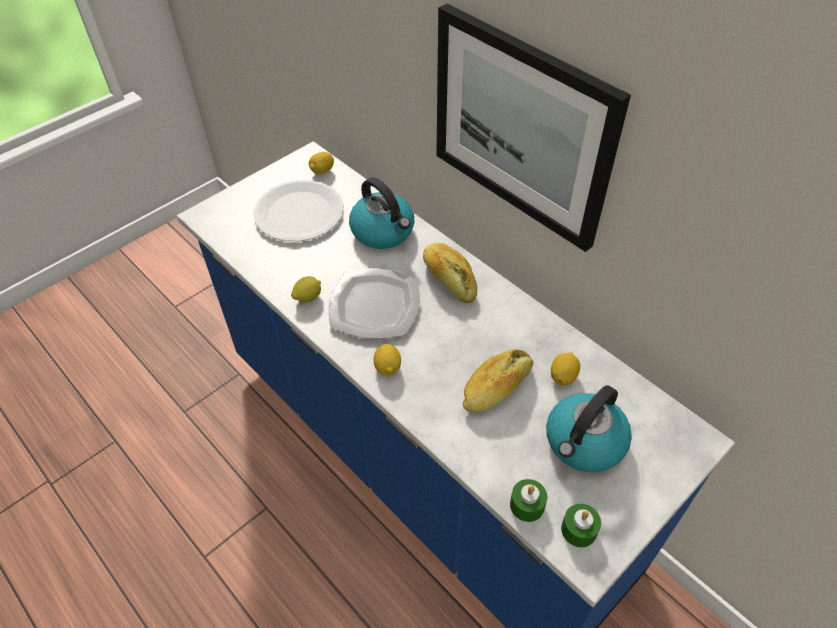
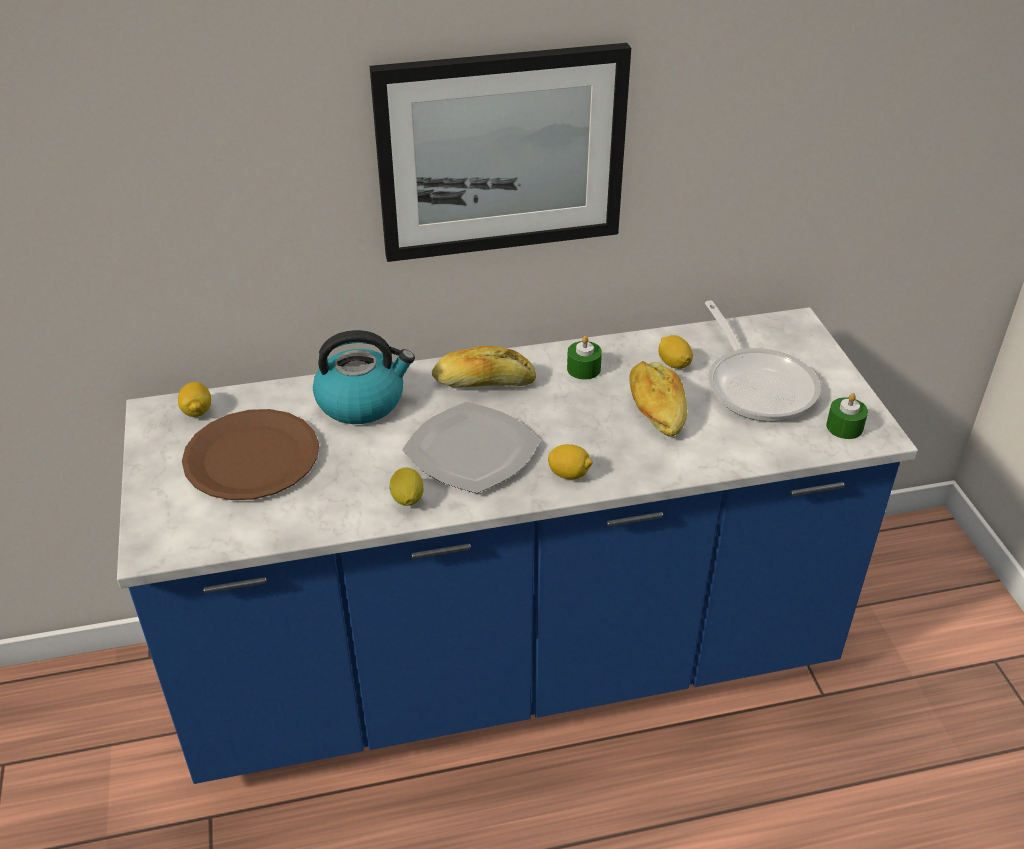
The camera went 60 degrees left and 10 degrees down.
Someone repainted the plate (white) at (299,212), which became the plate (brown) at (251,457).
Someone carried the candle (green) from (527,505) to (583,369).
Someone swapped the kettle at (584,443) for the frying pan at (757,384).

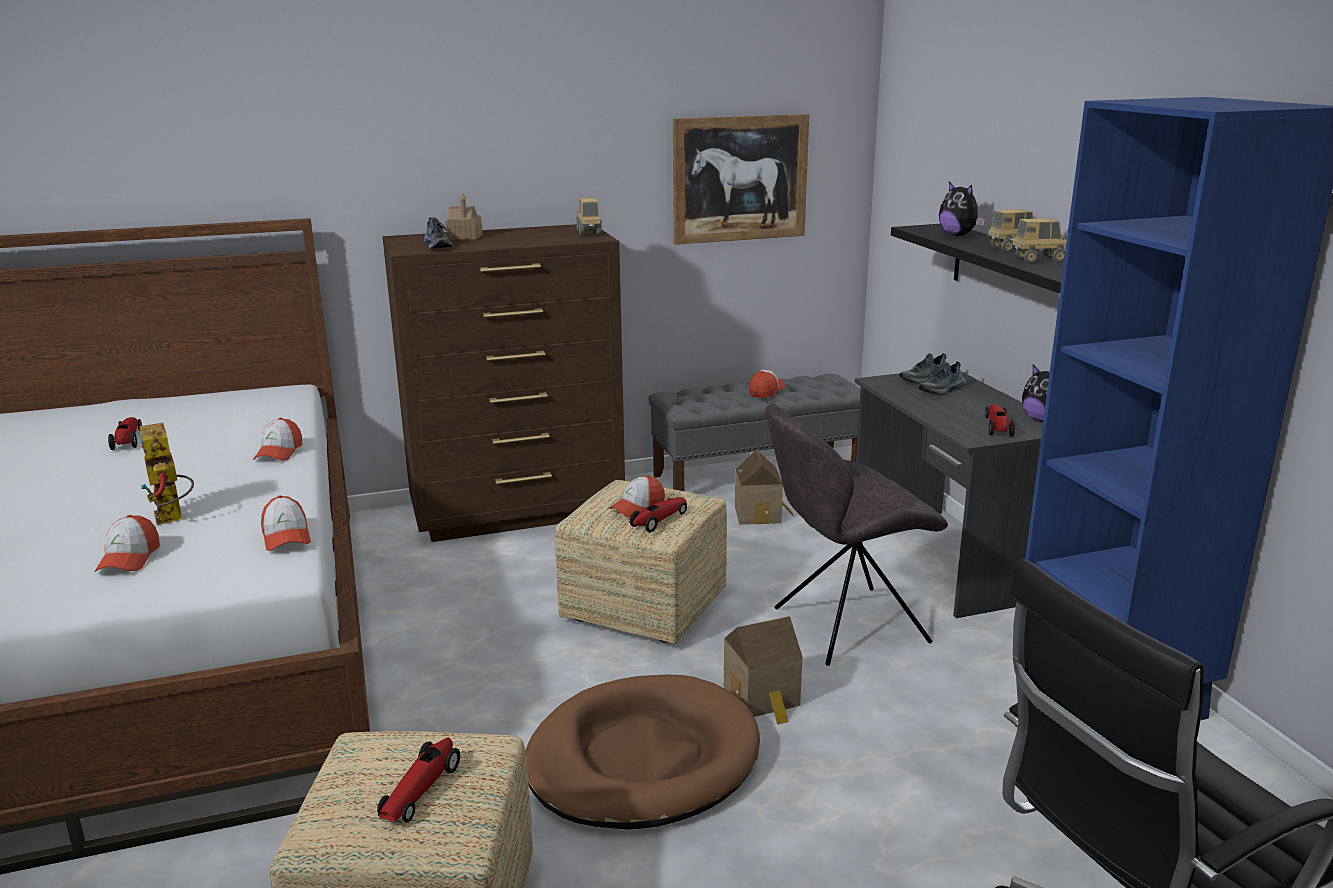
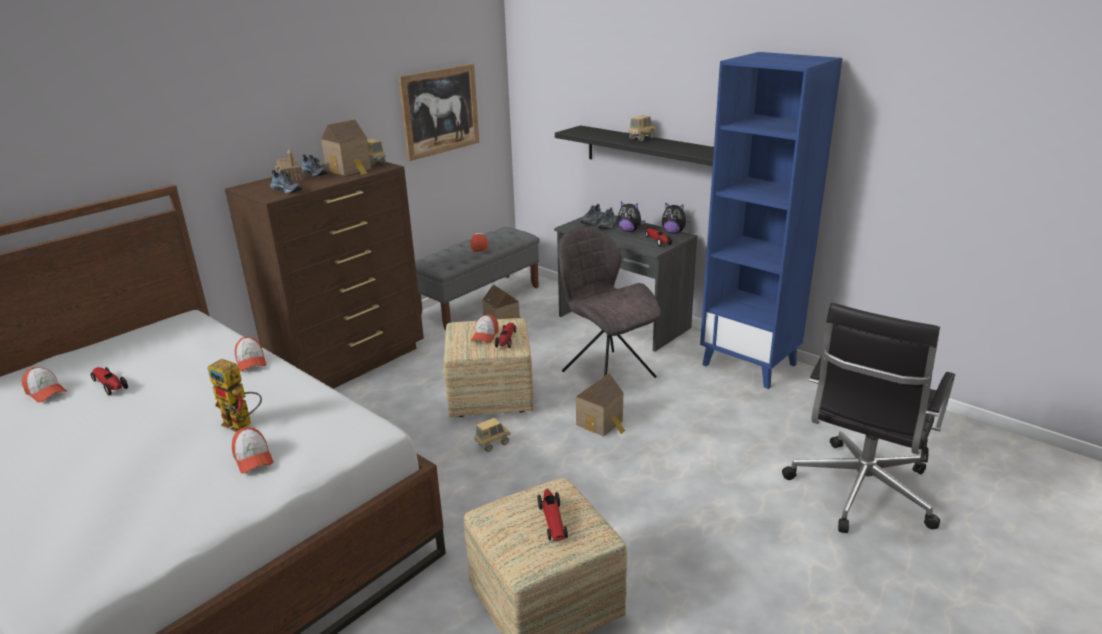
The camera went 30 degrees left and 5 degrees up.
Someone carried the cap from (286,537) to (45,392).
Someone took away the dog bed (brown) at (642,759).
Someone rotated the chair (grey) at (844,626) by 105 degrees clockwise.
Someone carried the plush toy from (958,235) to (629,231).
Someone carried the toy truck from (1039,260) to (493,444).
Someone put down the shoe at (315,174).
Someone put down the toy house at (350,170).

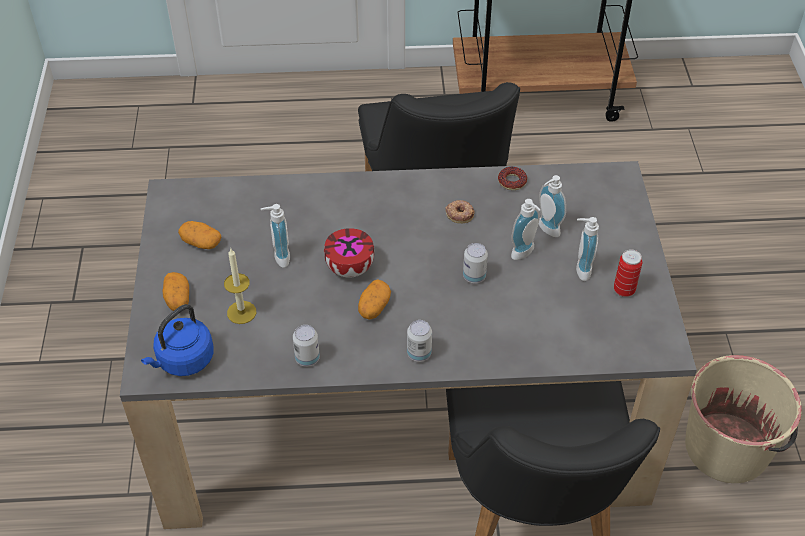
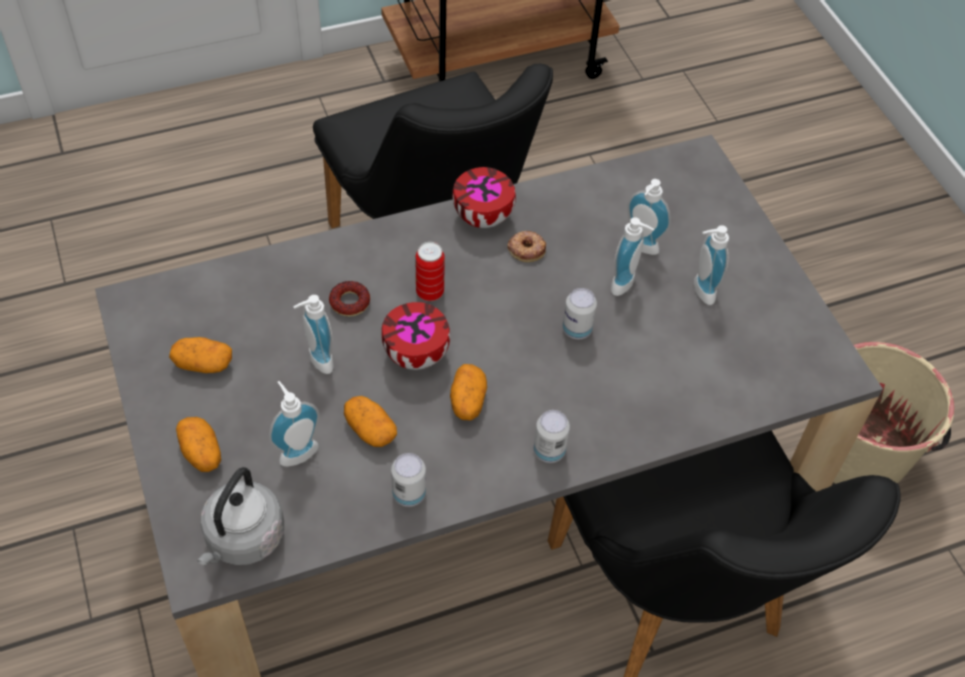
The camera went 20 degrees left and 5 degrees up.
Someone repainted the kettle (blue) at (183,361), which became the kettle (grey) at (243,539).
Someone swapped the candle at (241,312) for the soap dispenser at (296,450).
Someone carried the donut from (512,181) to (349,302).
Someone carried the can from (624,290) to (430,292).
Someone put down the potato at (370,430).
Someone put down the bowl at (482,218).

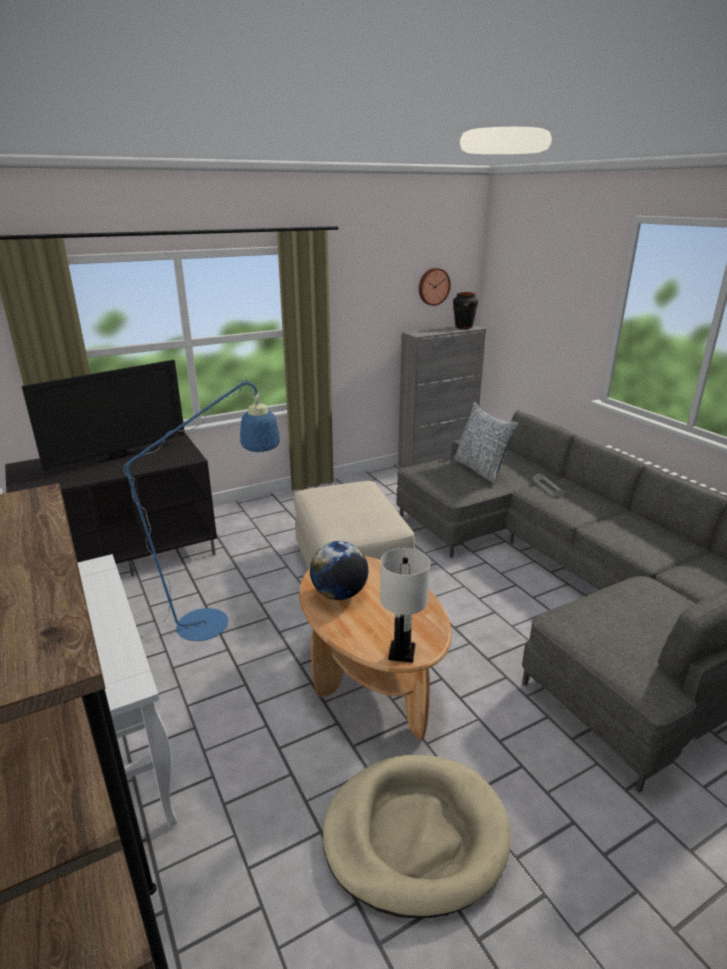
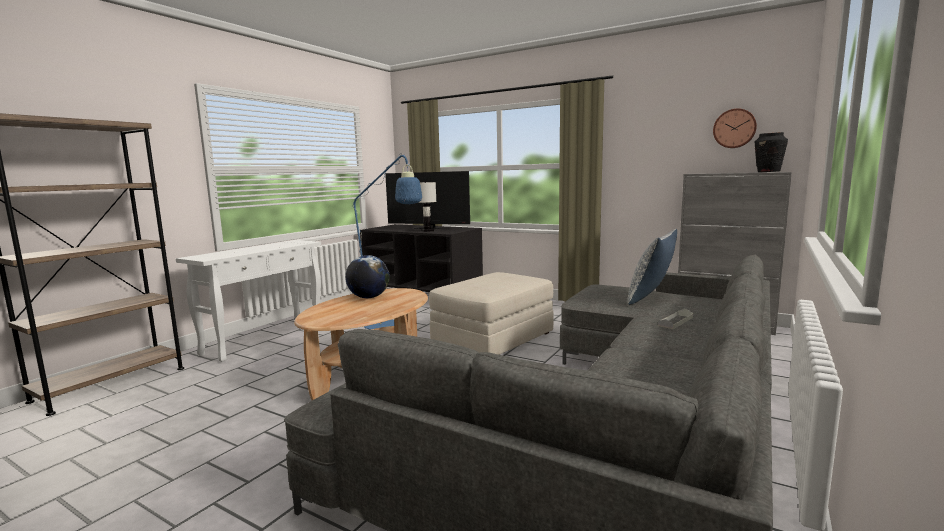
The camera went 60 degrees right and 15 degrees down.
Someone took away the dog bed (beige) at (415,835).
Someone carried the table lamp (white) from (401,653) to (427,230).

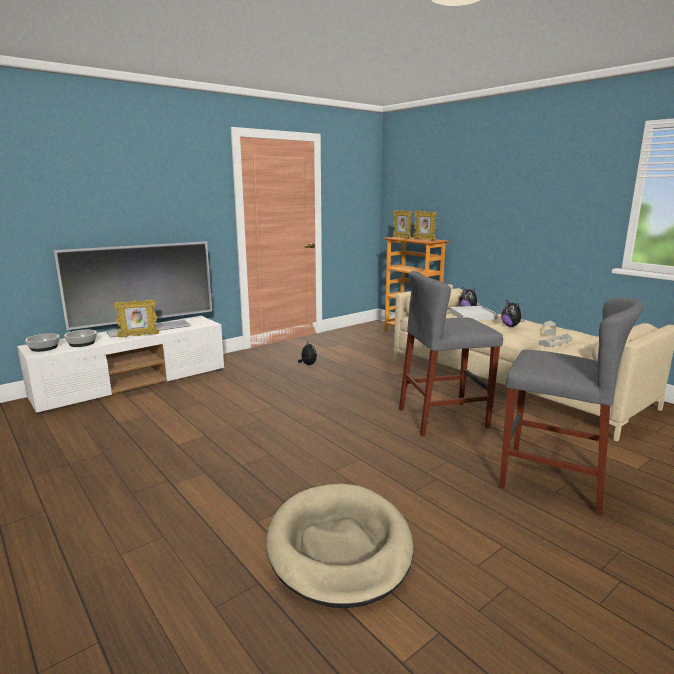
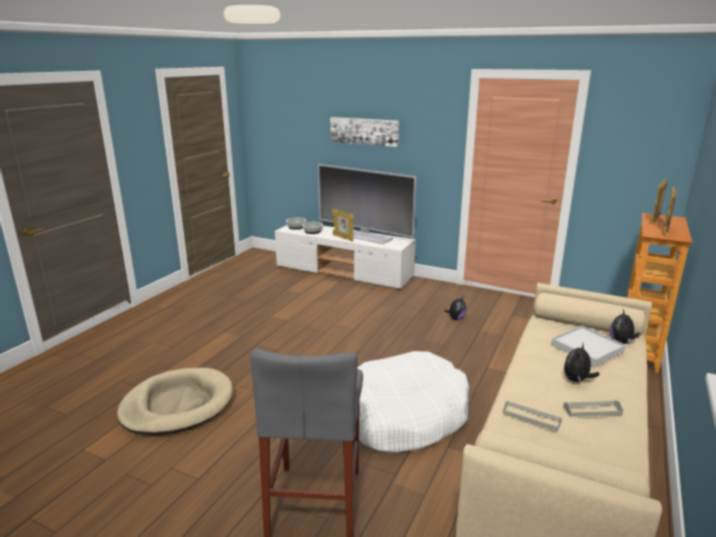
The camera went 65 degrees right and 5 degrees up.
Someone swapped the stool (grey) at (443,418) for the dog bed (white) at (403,415).
Someone put up the picture at (364,131).

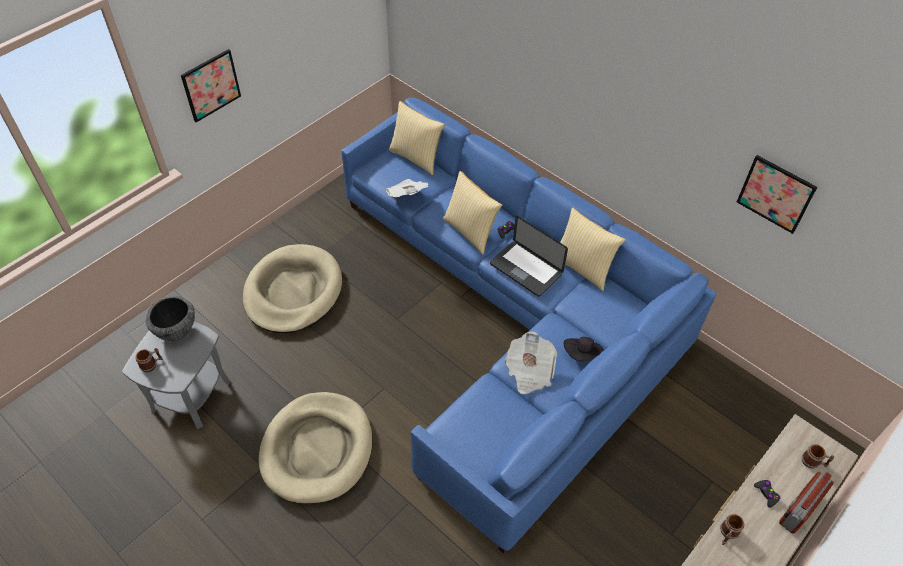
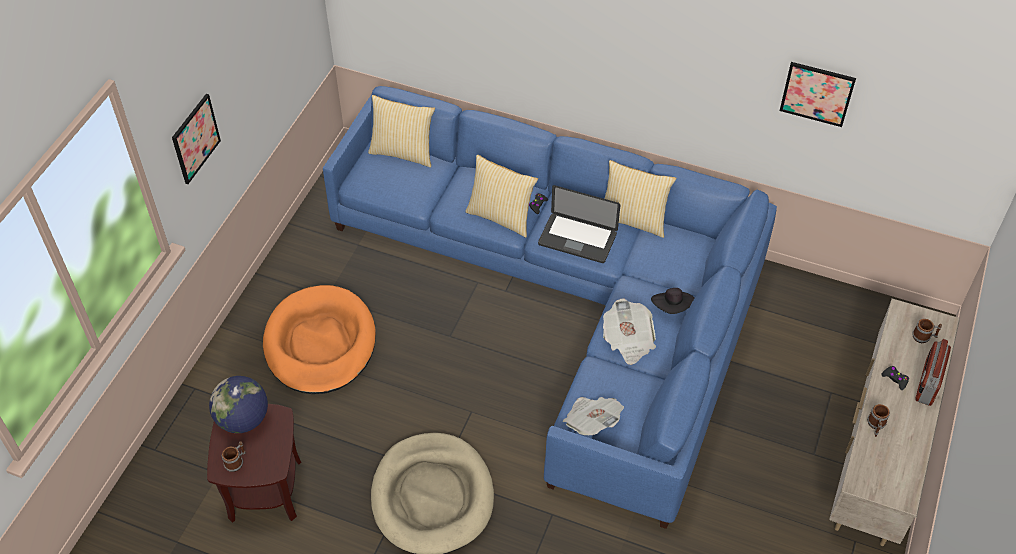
The camera went 20 degrees left and 0 degrees up.
Someone repainted the side table (grey) at (190,395), which became the side table (brown) at (264,489).
Someone swapped the bowl at (176,331) for the globe at (243,419).
Someone repainted the dog bed (beige) at (293,292), which became the dog bed (orange) at (320,343).
Someone carried the newspaper from (407,196) to (592,422).

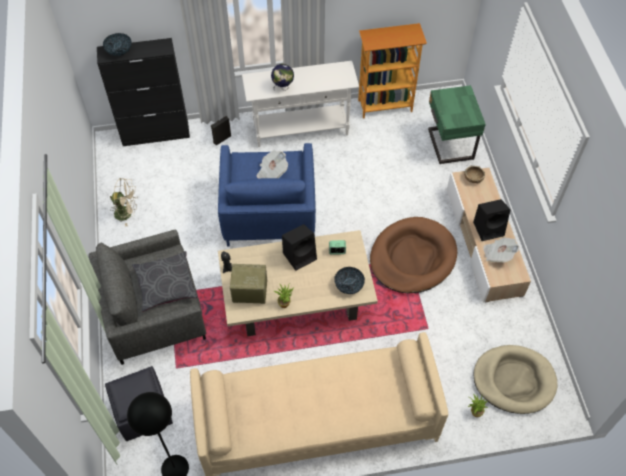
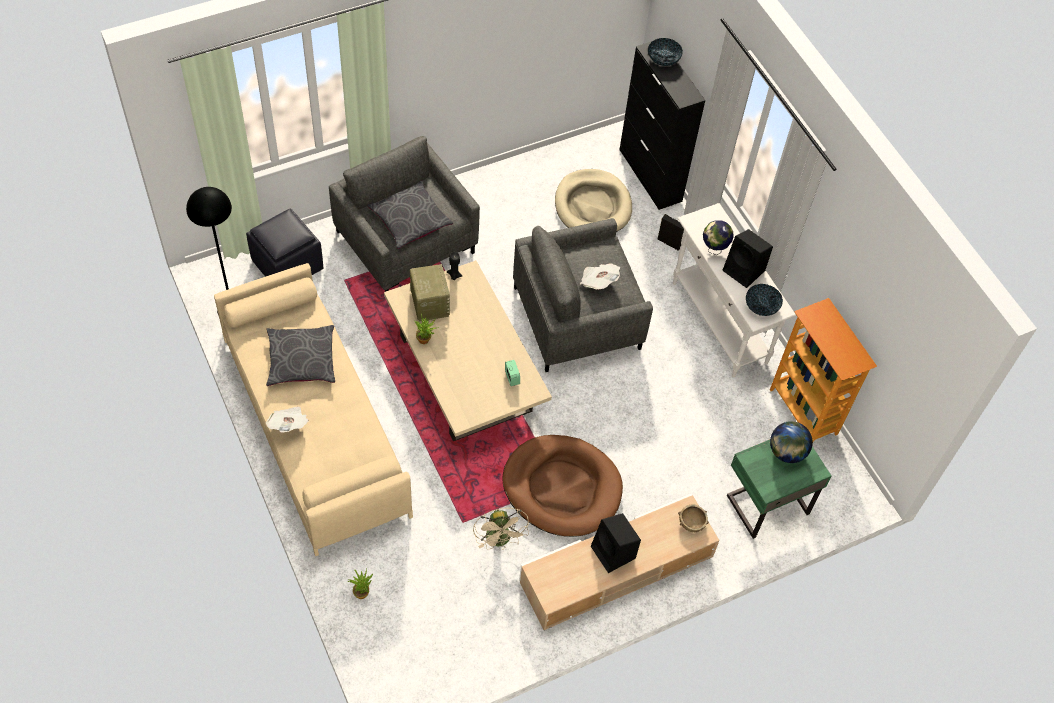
The camera went 70 degrees right and 0 degrees up.
Someone carried the fan (beige) from (127,213) to (500,540).
Someone repainted the armchair (blue) at (268,212), which became the armchair (grey) at (576,317).
Someone carried the speaker (black) from (300,255) to (744,271).
Someone carried the bowl from (349,285) to (761,306).
Someone carried the dog bed (beige) from (514,380) to (592,206).
Someone carried the newspaper from (498,254) to (289,424).
Someone put down the pillow (grey) at (301,360).
Someone put down the globe at (786,452).

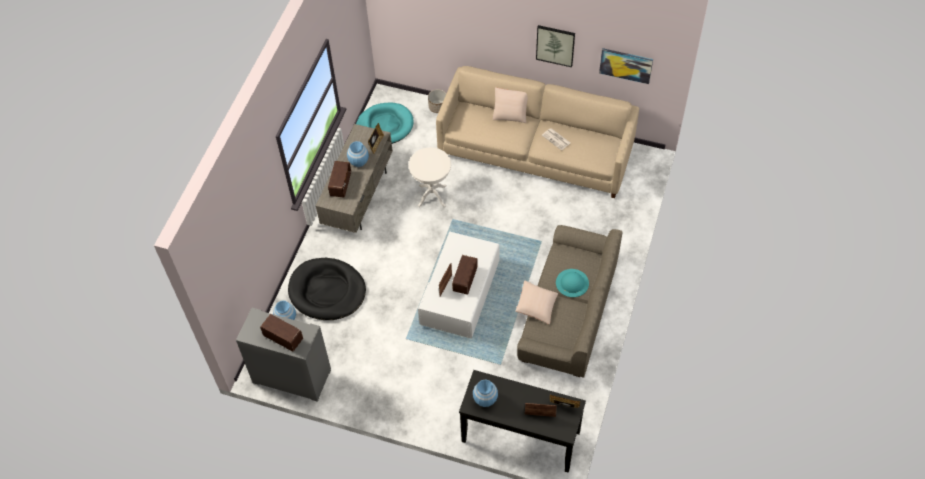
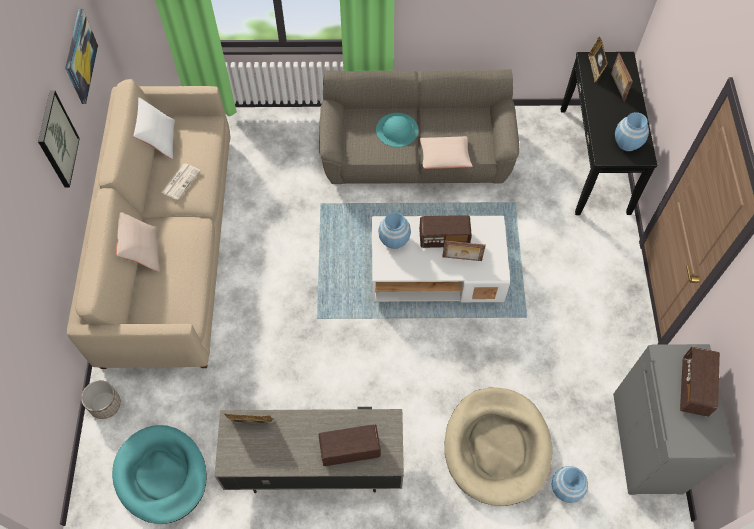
The camera went 110 degrees left and 5 degrees up.
Someone repainted the dog bed (black) at (327,291), which became the dog bed (beige) at (497,447).
Someone carried the vase (blue) from (358,161) to (394,240).
Someone took away the side table (white) at (432,195).
Someone put down the pillow (white) at (159,140).

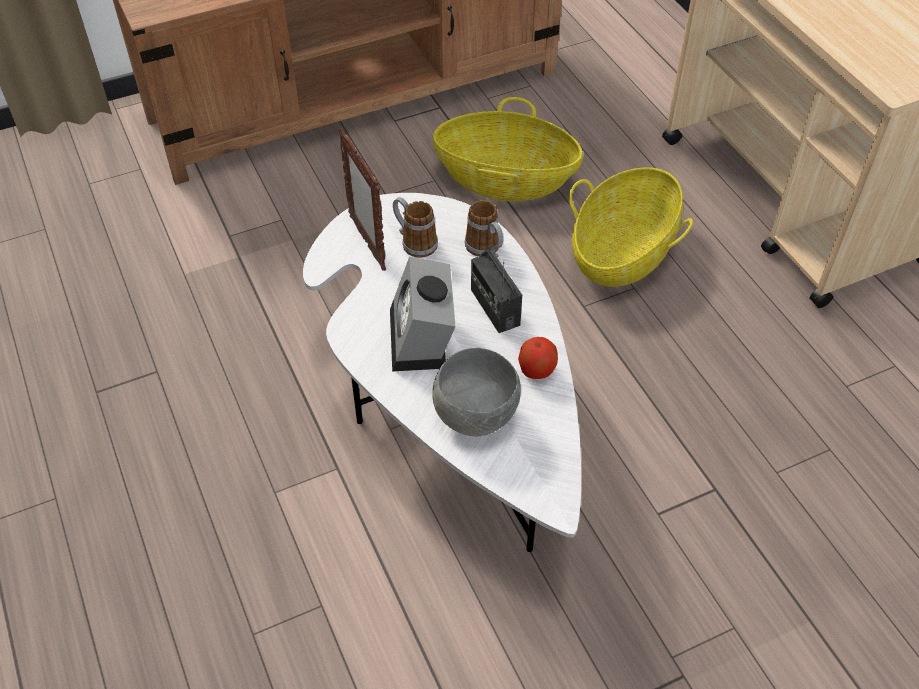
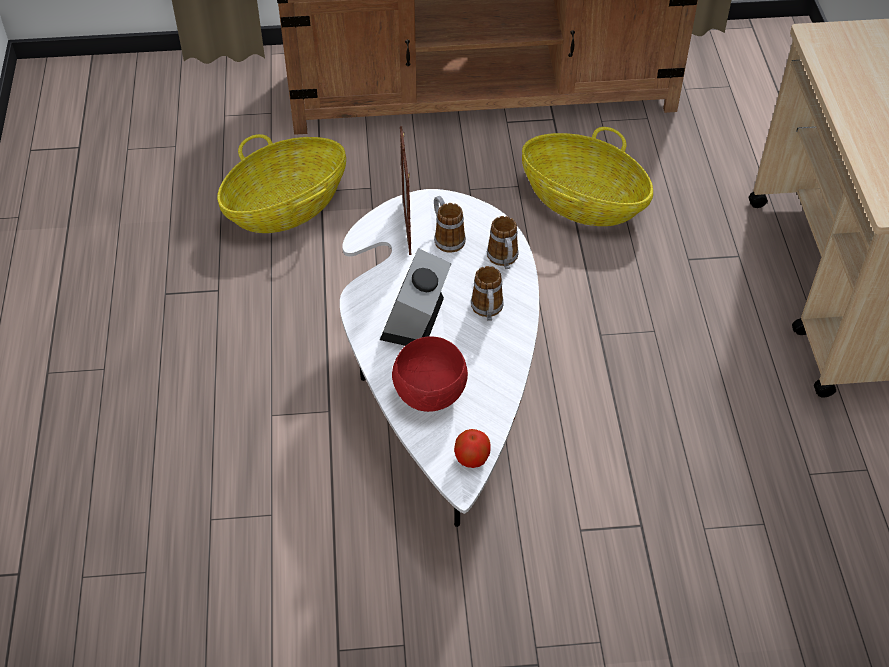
The camera went 20 degrees right and 0 degrees up.
Someone repainted the bowl (grey) at (477,415), which became the bowl (red) at (432,394).
Someone swapped the radio at (494,307) for the mug at (487,311).
Someone carried the apple from (536,370) to (471,458).
Someone carried the basket from (622,251) to (286,206).

